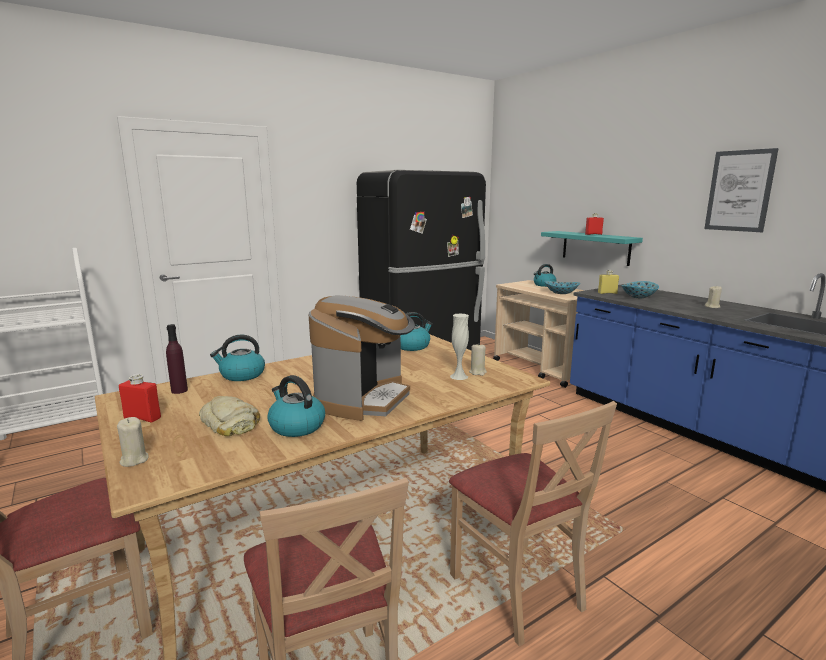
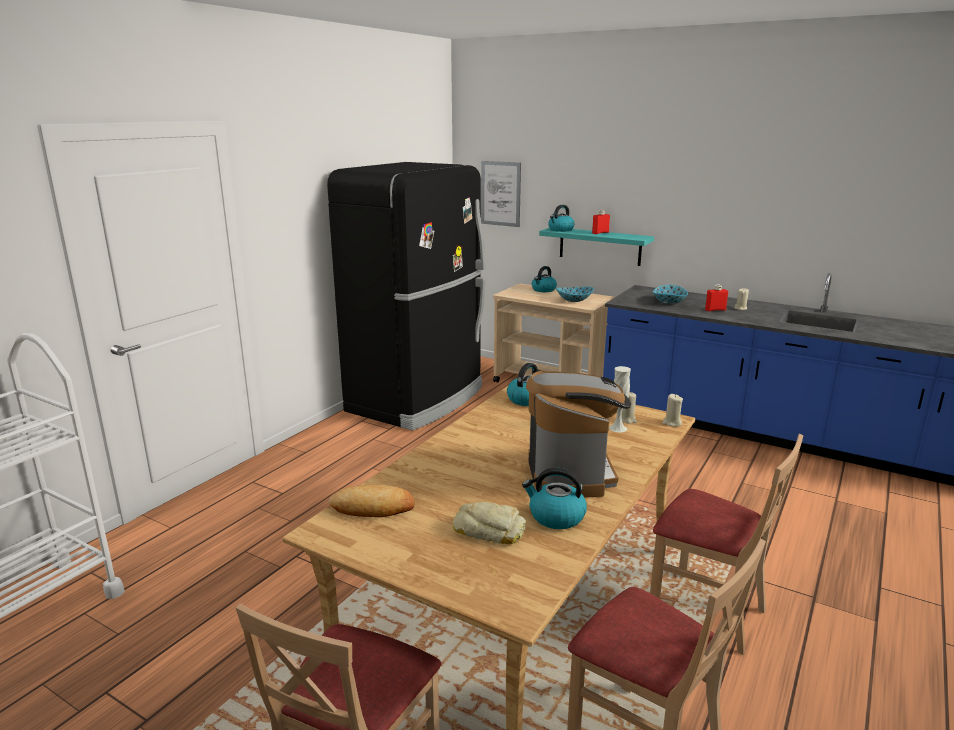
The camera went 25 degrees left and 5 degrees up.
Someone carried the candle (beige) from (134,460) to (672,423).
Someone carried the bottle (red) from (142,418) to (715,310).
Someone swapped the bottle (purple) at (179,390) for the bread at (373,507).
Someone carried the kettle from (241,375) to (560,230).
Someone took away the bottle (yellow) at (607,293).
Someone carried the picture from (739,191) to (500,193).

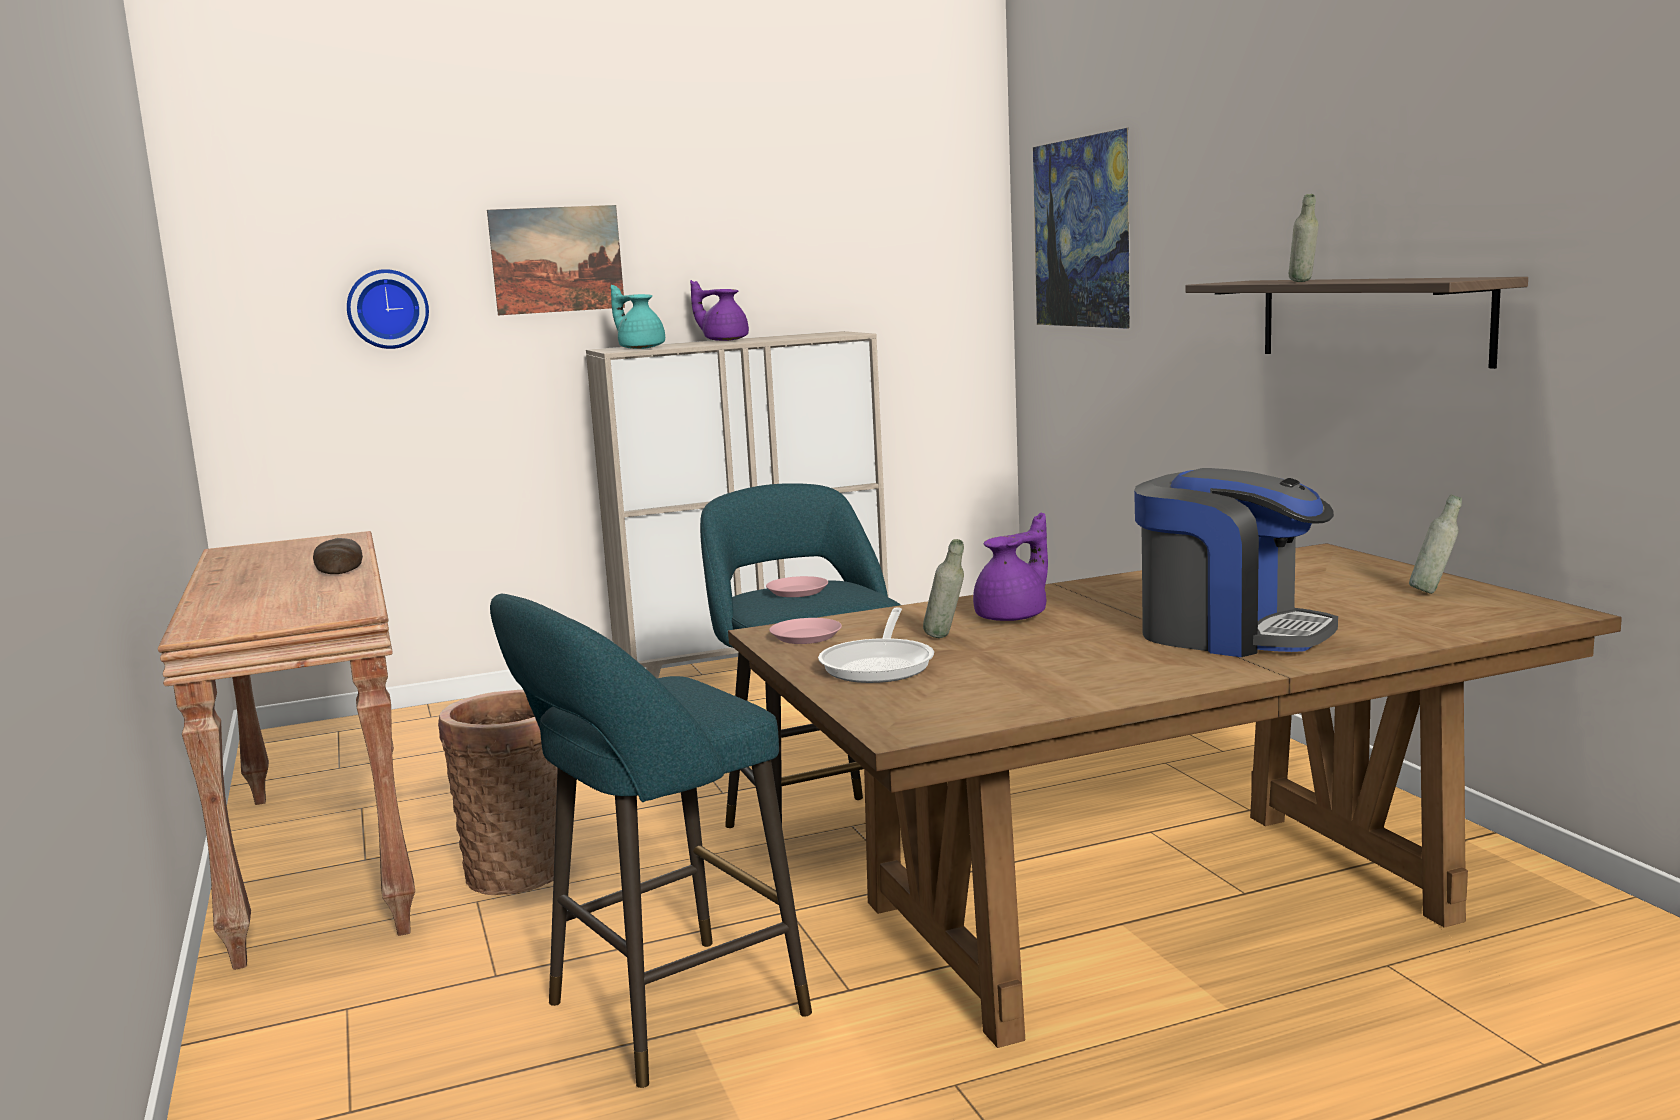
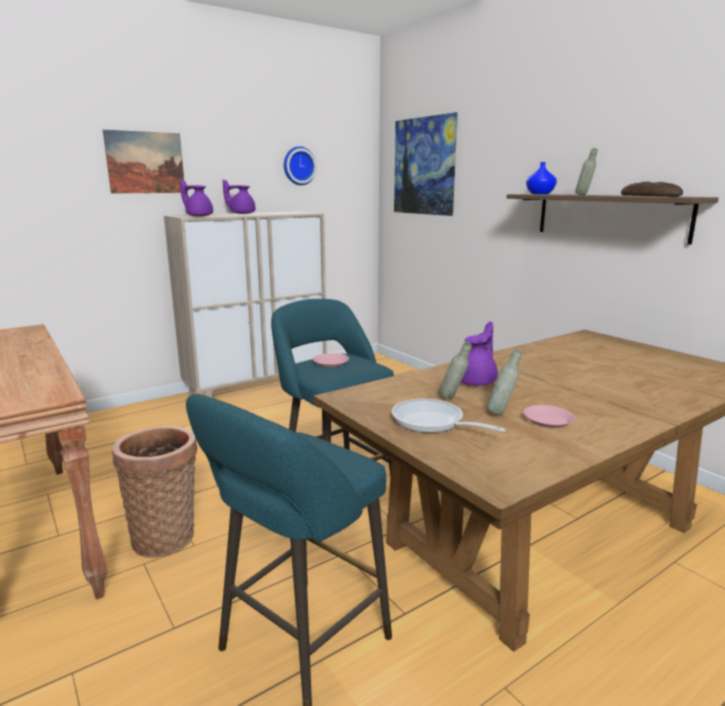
The camera went 15 degrees left and 5 degrees up.
Someone carried the bread from (339,565) to (650,196).
Someone carried the wall clock from (387,309) to (298,166).
Someone repainted the teapot (turquoise) at (640,348), which became the teapot (purple) at (198,216).
Someone carried the plate (pink) from (806,636) to (547,420).
Someone rotated the frying pan at (880,665) by 135 degrees clockwise.
Someone took away the coffee machine at (1230,634).
Someone carried the bottle (grey) from (1433,592) to (501,413).
Someone put down the vase (blue) at (539,194).

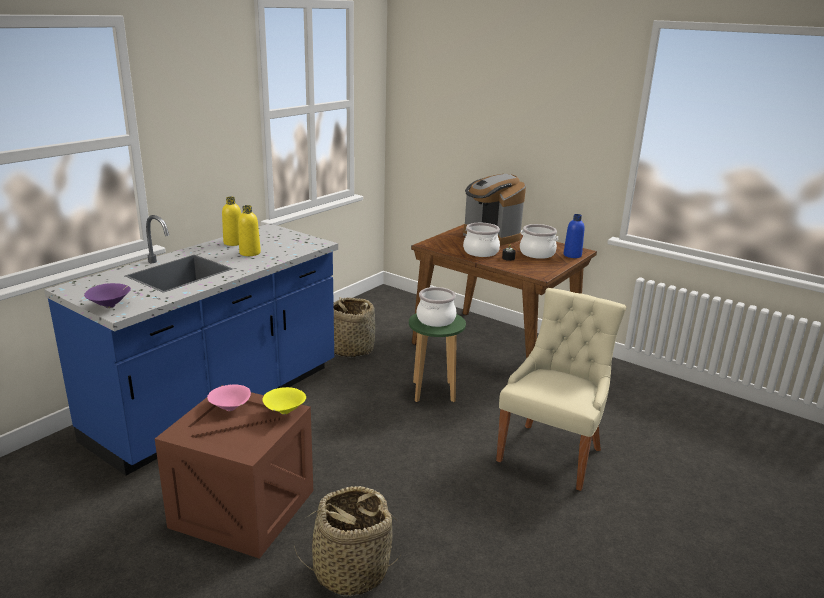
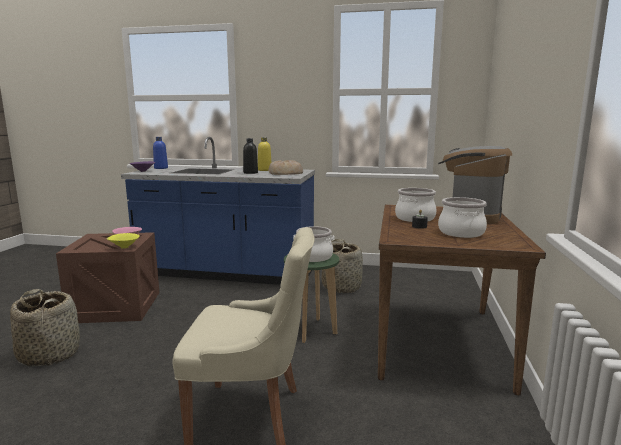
The camera went 65 degrees right and 10 degrees down.
Someone repainted the bottle (yellow) at (250,253), which became the bottle (black) at (250,173).
Someone carried the bottle (blue) from (572,255) to (161,168).
Someone put down the bread at (286,172).

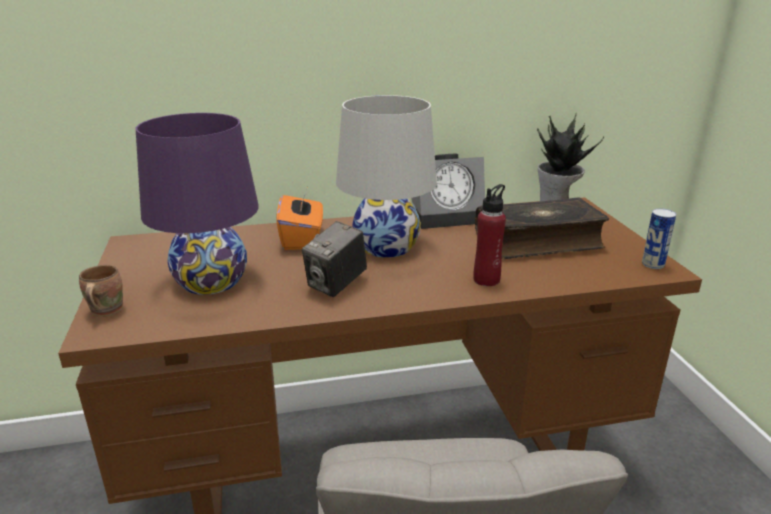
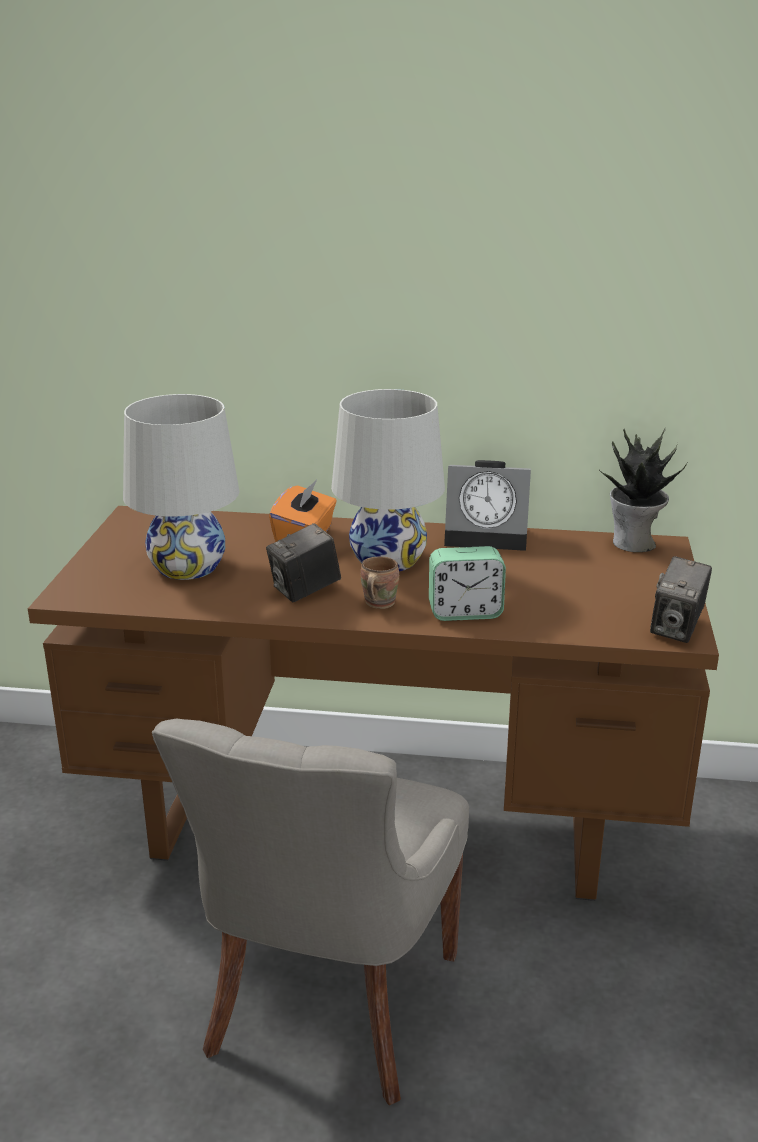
The camera went 20 degrees right and 0 degrees up.
Someone carried the mug (brown) from (104,311) to (377,603).
Someone repainted the table lamp (purple) at (211,281), which became the table lamp (white) at (187,567).
Someone swapped the bottle (red) at (486,280) for the alarm clock at (465,612).
Someone took away the book at (538,241).
Someone swapped the can at (653,264) for the photo camera at (677,629).

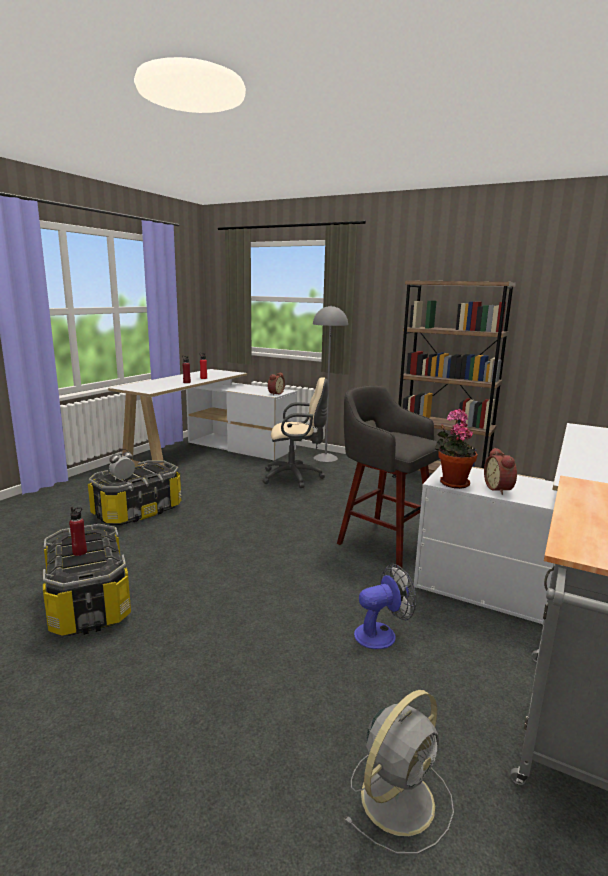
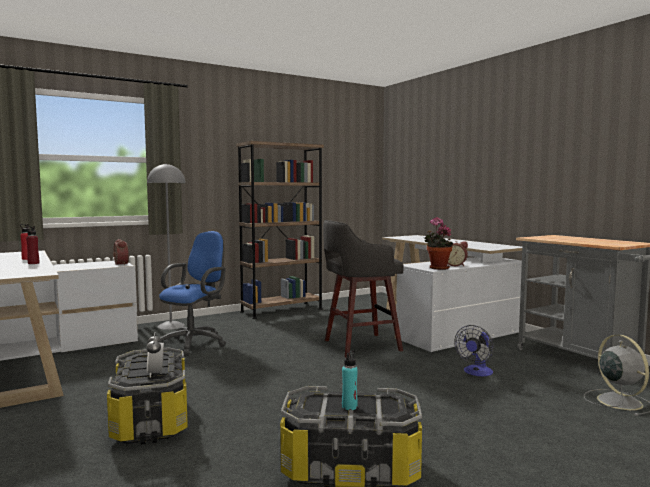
The camera went 60 degrees left and 10 degrees down.
Someone repainted the bottle (red) at (80,552), which became the bottle (turquoise) at (349,407).
Someone repainted the office chair (beige) at (295,477), which became the office chair (blue) at (195,343).
Someone rotated the fan at (381,634) by 150 degrees counterclockwise.

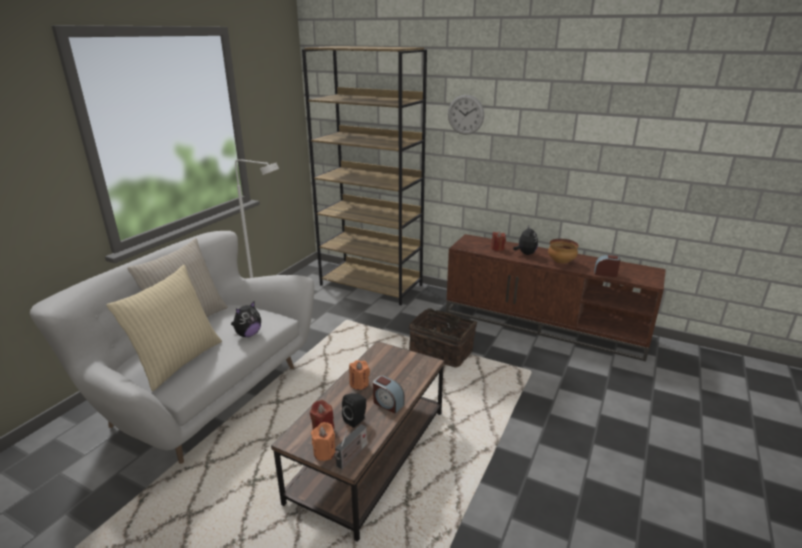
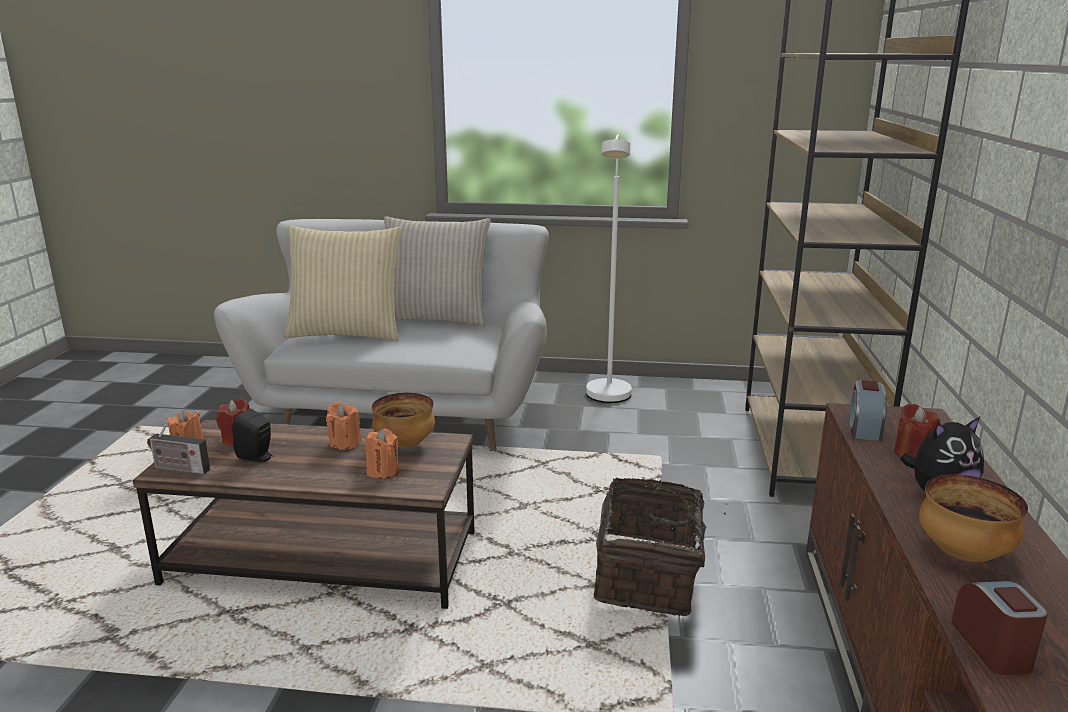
The camera went 70 degrees right and 5 degrees down.
Someone took away the plush toy at (248,334).
Someone carried the alarm clock from (388,403) to (864,429).
Someone took away the wall clock at (465,114).
Someone put down the candle (orange) at (383,471).
Someone put down the bowl at (406,445).

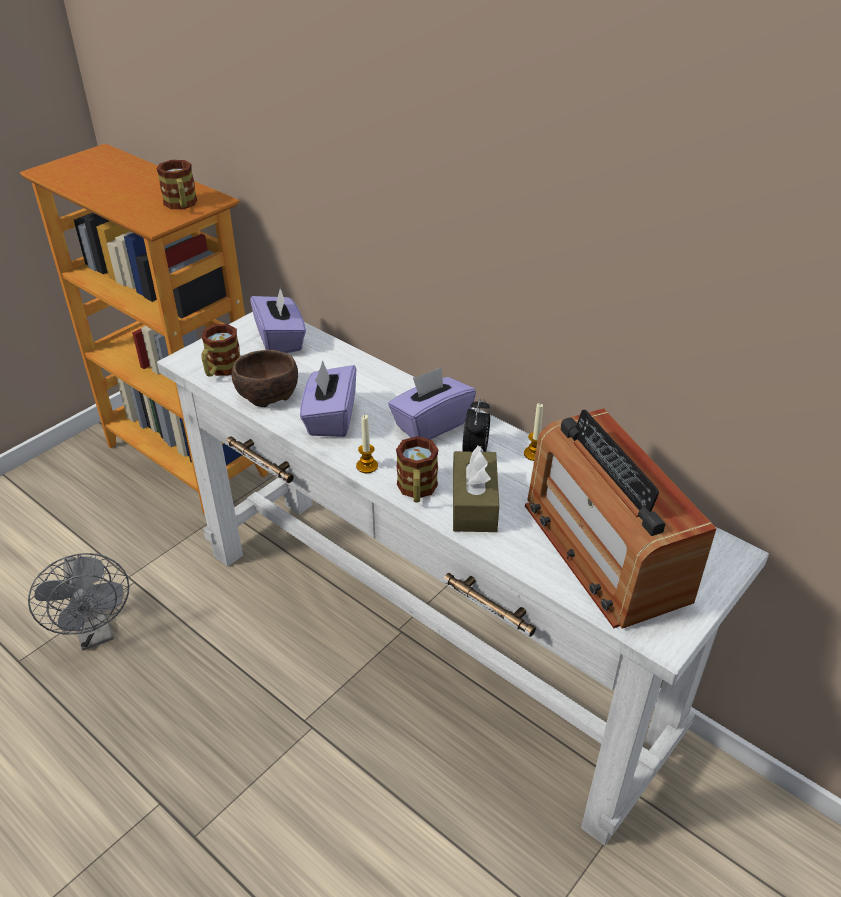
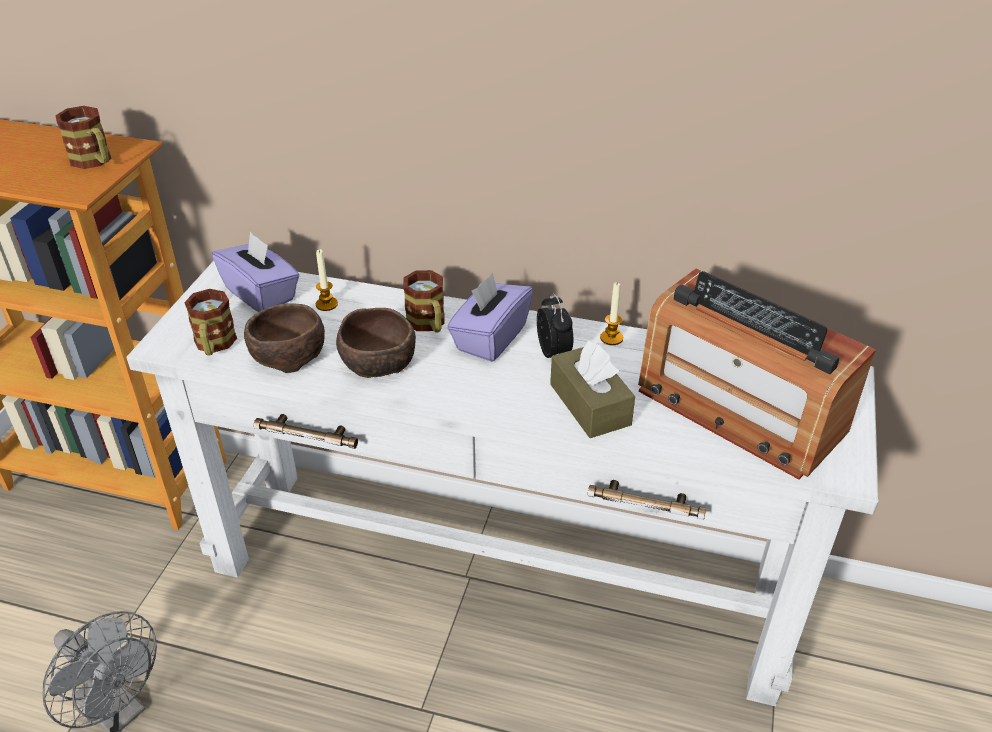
The camera went 25 degrees left and 0 degrees up.
Someone swapped the tissue box (purple) at (330,418) for the bowl (brown) at (379,362).
Someone carried the candle from (367,466) to (326,304).
Someone carried the mug from (417,491) to (428,324).

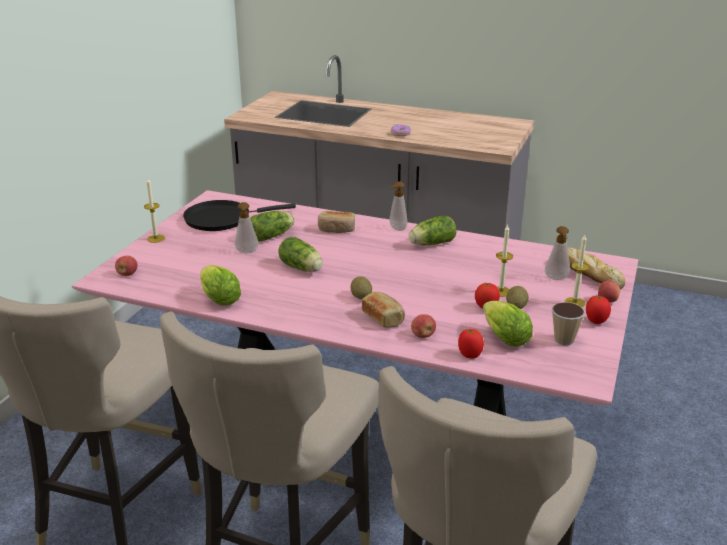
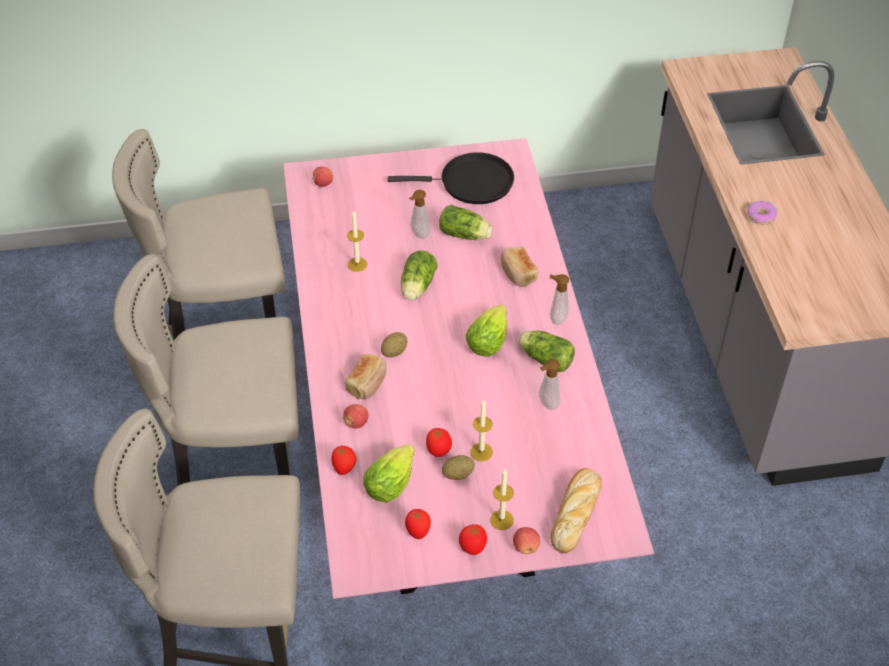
The camera went 60 degrees right and 20 degrees up.
Someone carried the candle from (156,238) to (357,264).
Someone rotated the frying pan (black) at (222,219) by 135 degrees clockwise.
Someone carried the lettuce from (218,298) to (489,340).
Someone carried the soap dispenser from (556,279) to (546,404).
Someone swapped the cup at (564,340) for the tomato at (418,531).

